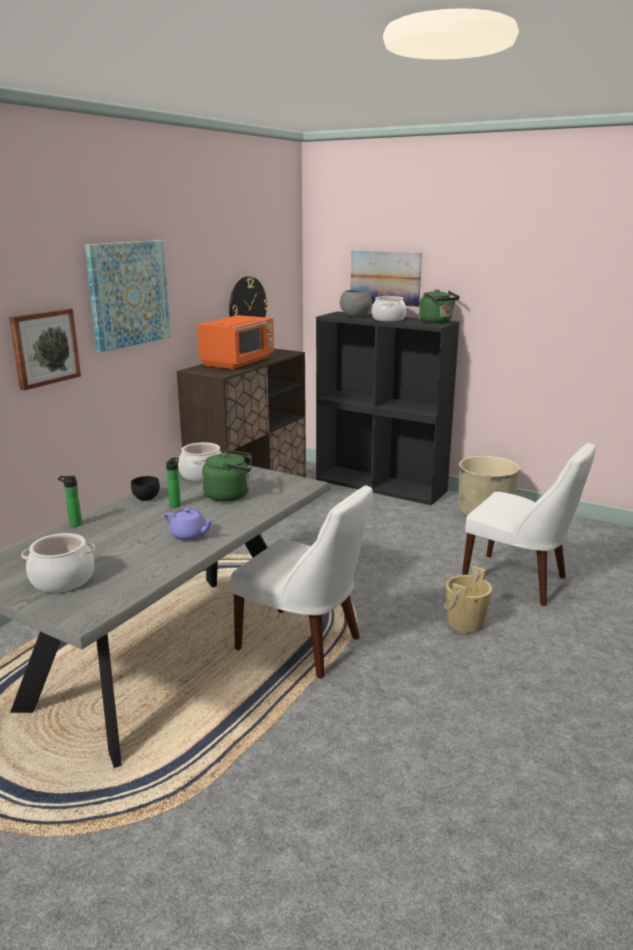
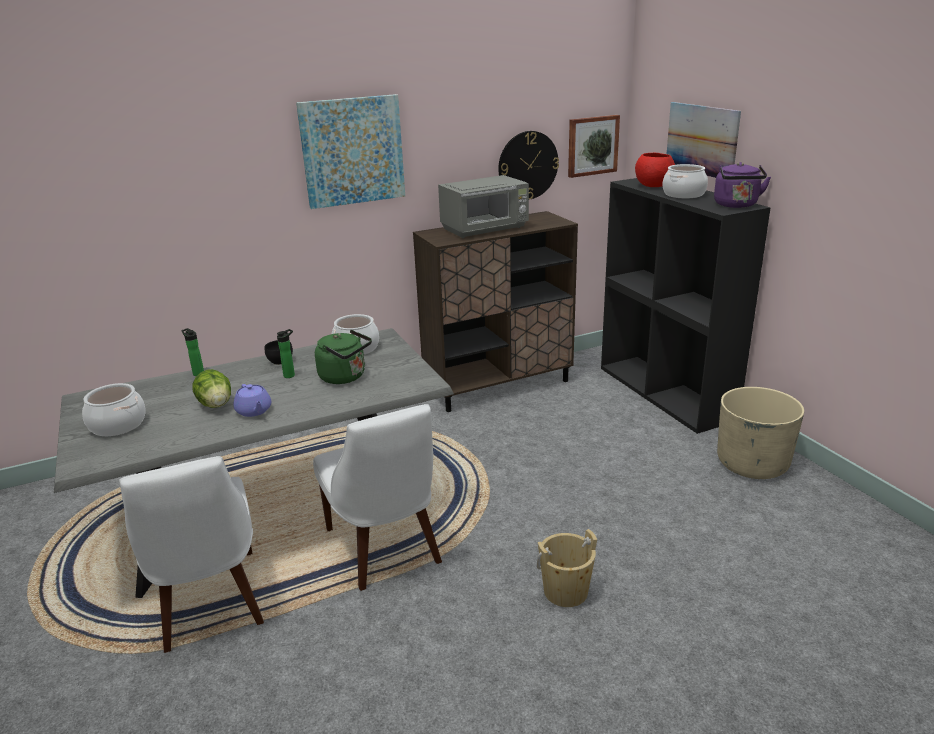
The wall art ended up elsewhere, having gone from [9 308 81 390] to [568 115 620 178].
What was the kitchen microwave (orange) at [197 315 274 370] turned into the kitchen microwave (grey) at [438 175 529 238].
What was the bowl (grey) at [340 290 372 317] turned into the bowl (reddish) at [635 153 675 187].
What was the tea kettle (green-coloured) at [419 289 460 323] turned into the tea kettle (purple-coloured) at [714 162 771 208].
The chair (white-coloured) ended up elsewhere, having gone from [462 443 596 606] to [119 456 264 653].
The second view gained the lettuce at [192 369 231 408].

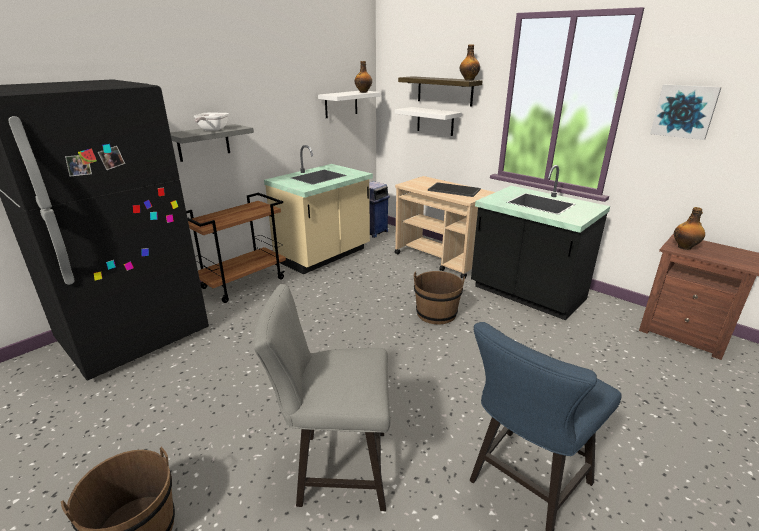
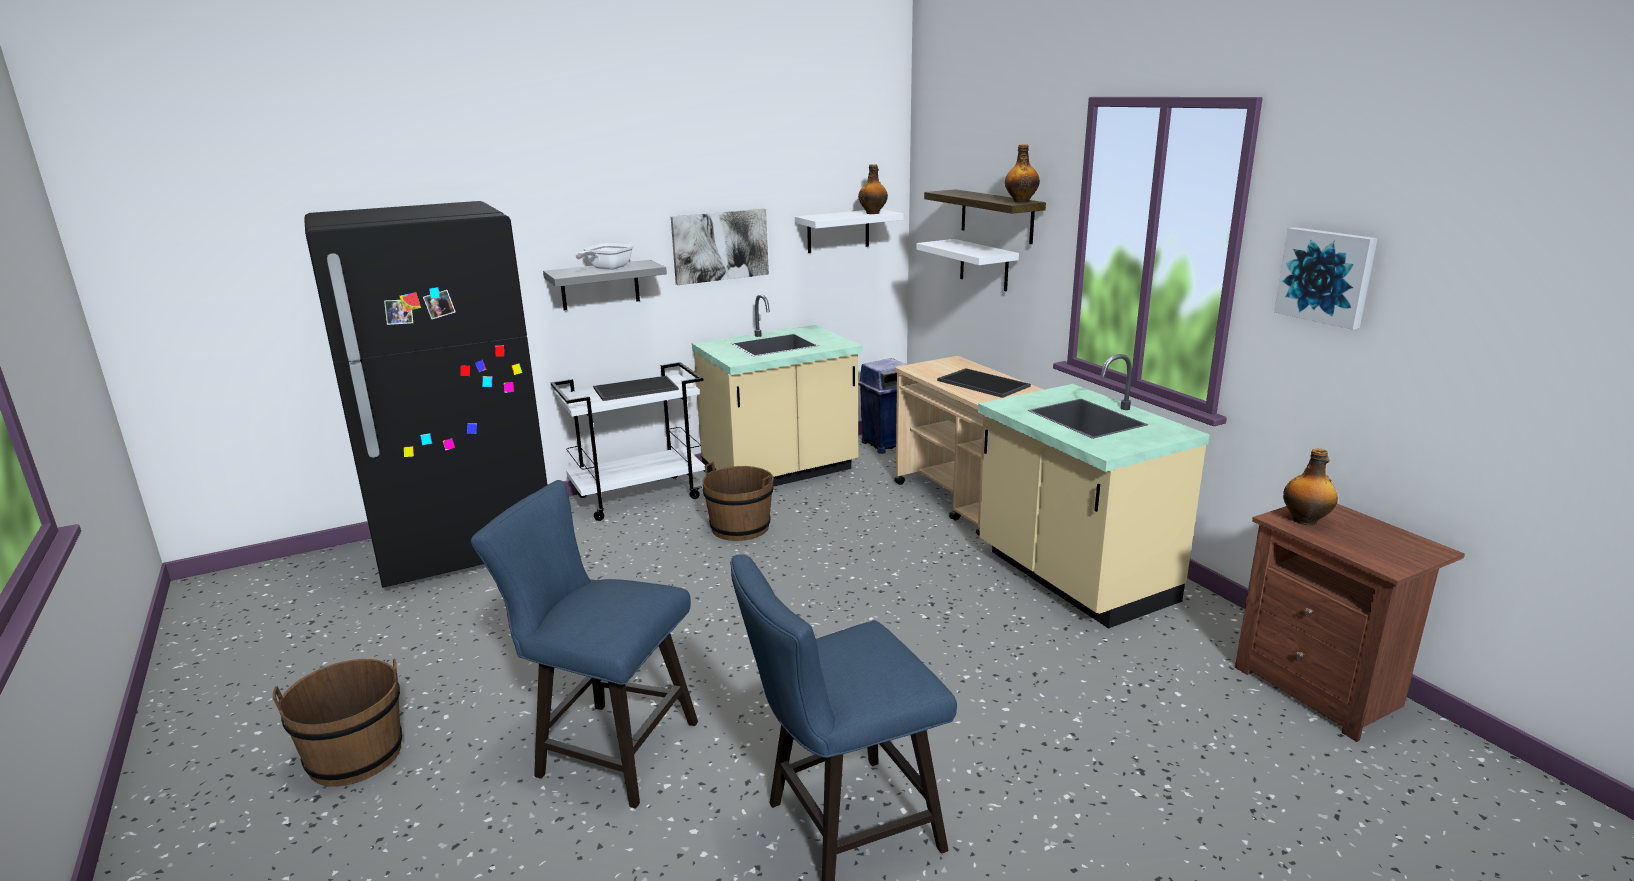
What was the cart (brown) at [186 193 286 303] turned into the cart (white-coloured) at [551 362 705 521].
What was the chair (grey) at [253 284 391 511] turned into the chair (blue) at [471 480 698 809].
The pail (brown) ended up elsewhere, having gone from [414 271 465 324] to [703 462 774 541].
What was the counter (black-coloured) at [471 165 610 320] turned into the counter (beige) at [978 354 1209 629].
The second view gained the carrying tray at [593 376 679 401].
The second view gained the wall art at [671 209 769 285].

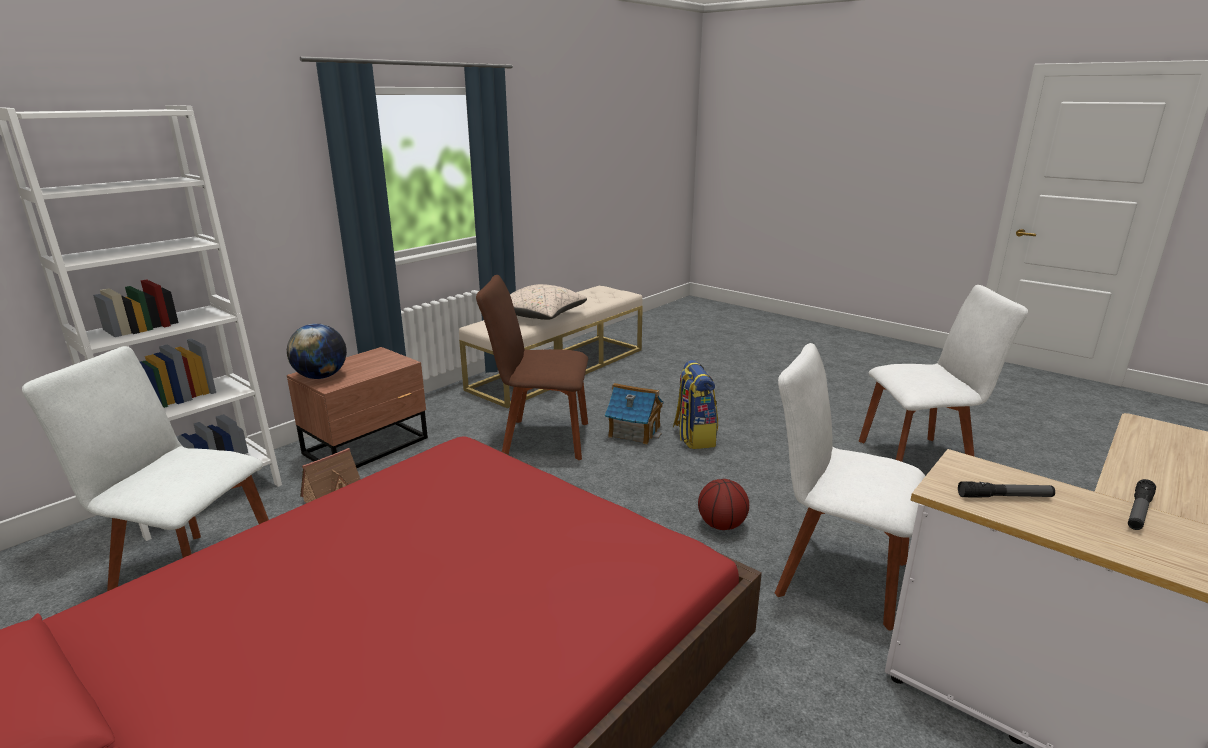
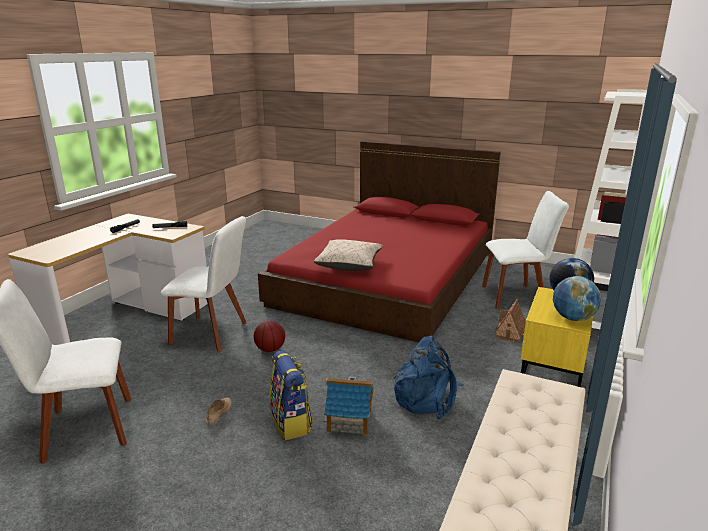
What was the night table (brown) at [287 347 428 468] turned into the night table (yellow) at [521 287 593 387].
Where the chair (brown) stood at [476 275 588 460], the rucksack (blue) came to stand at [394 336 463 419].
The throw pillow (beige) ended up elsewhere, having gone from [510 284 587 320] to [314 239 383 271].
The second view gained the item of footwear (beige) at [205 397 232 424].
The second view gained the desk globe at [553 276 601 321].

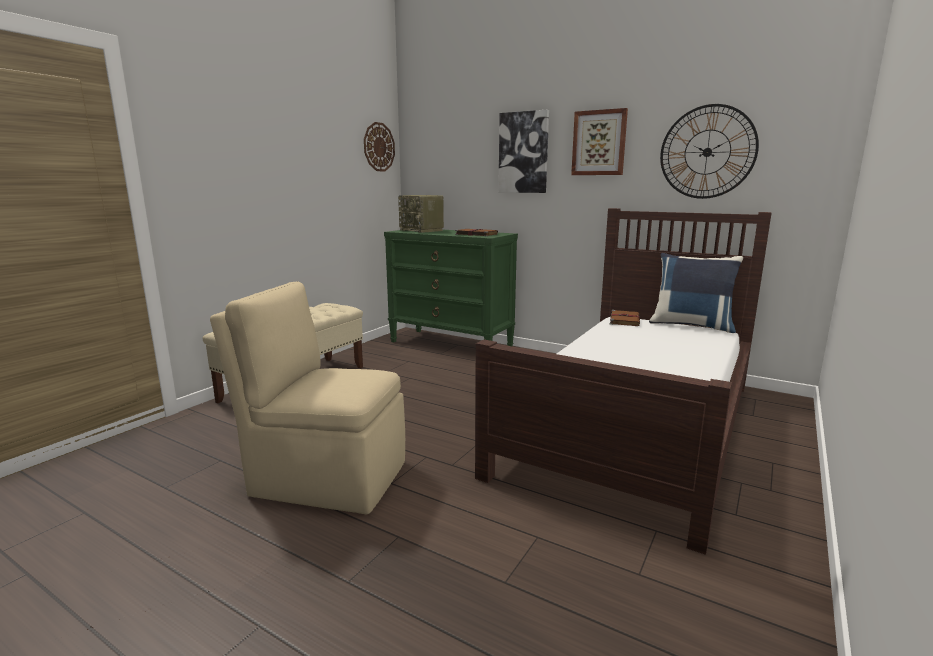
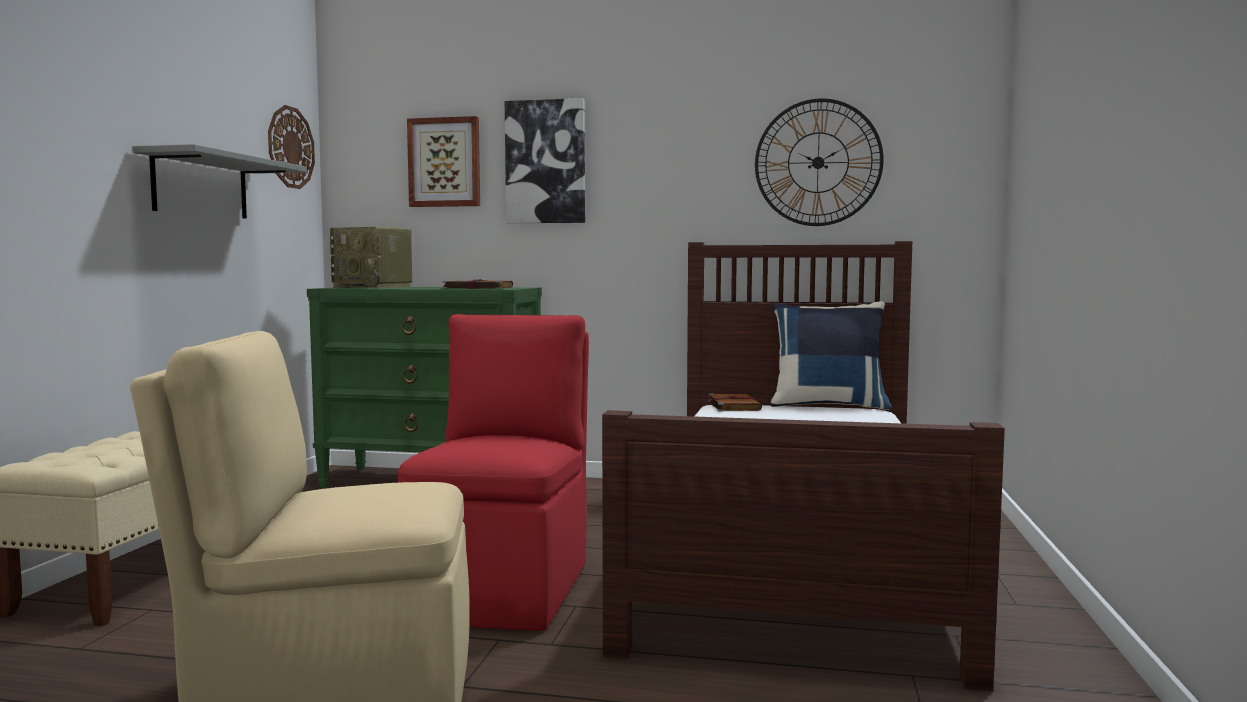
The wall art ended up elsewhere, having gone from [571 108 628 175] to [407 116 480 207].
The second view gained the wall shelf (grey) at [132 144 307 219].
The second view gained the chair (reddish) at [398 314 589 631].

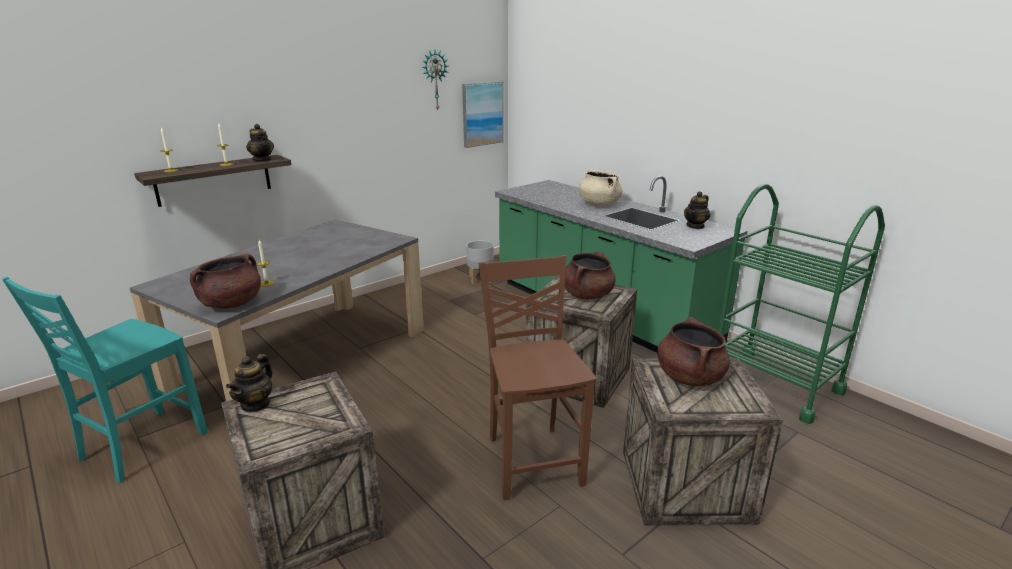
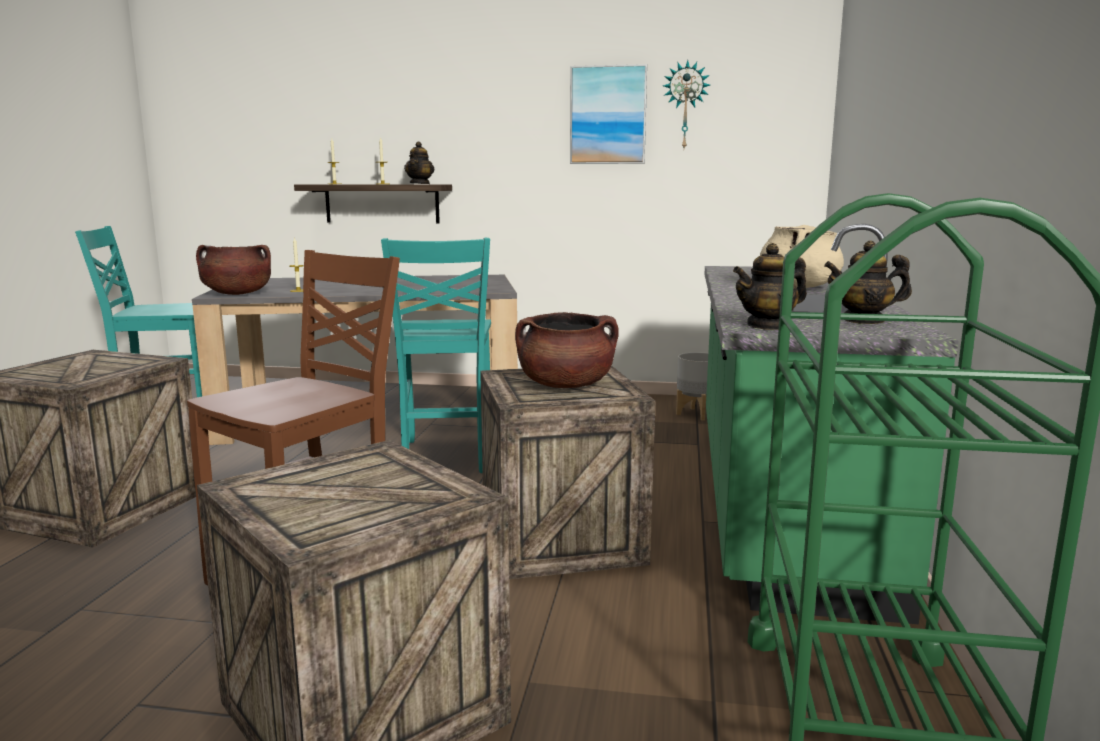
The teapot ended up elsewhere, having gone from [226 354 272 413] to [733 243 807 330].
The wall art ended up elsewhere, having gone from [462 81 504 148] to [570 64 647 164].
The second view lost the cooking pot (brown) at [657 317 730 386].
The second view gained the chair (turquoise-coloured) at [381 238 491 473].

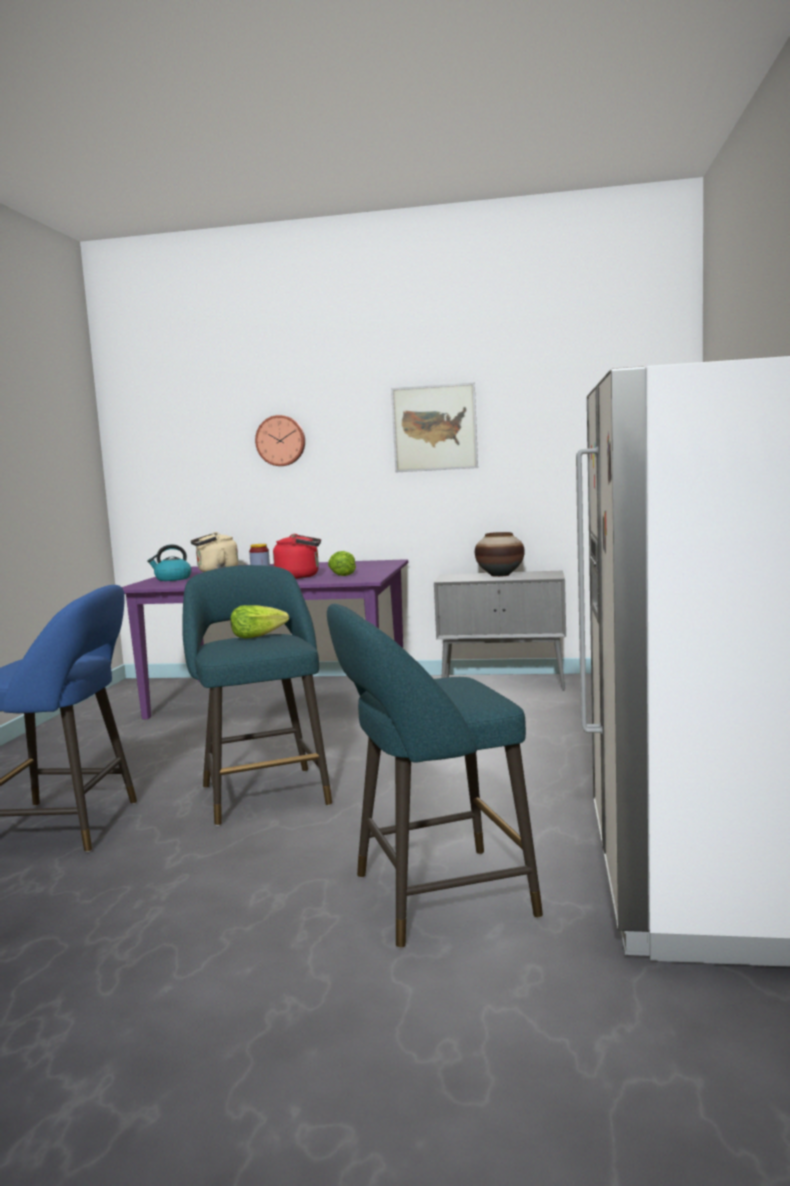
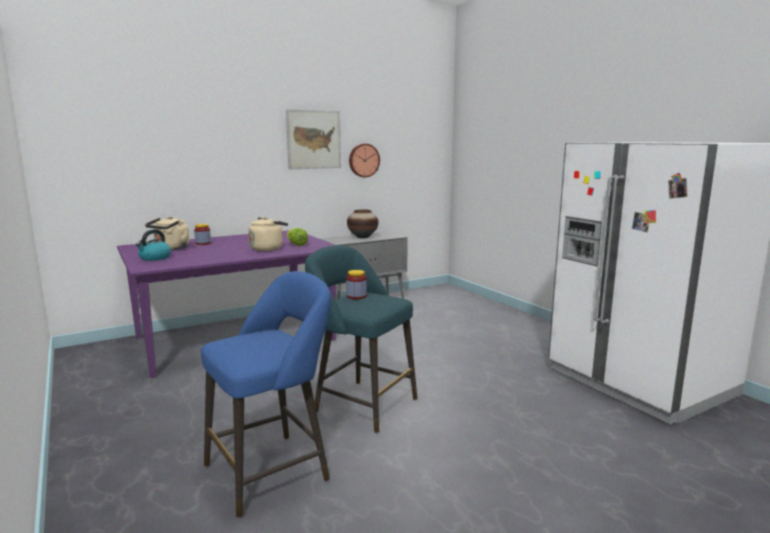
Where the lettuce stood at [230 605 289 639], the preserve jar came to stand at [346 270 367 299].
The hanging clock ended up elsewhere, having gone from [255 415 305 466] to [349 144 380 177].
What was the tea kettle (reddish) at [273 534 321 579] turned into the tea kettle (beige) at [248 217 288 251].
The second view lost the stool (turquoise-coloured) at [327 603 543 949].

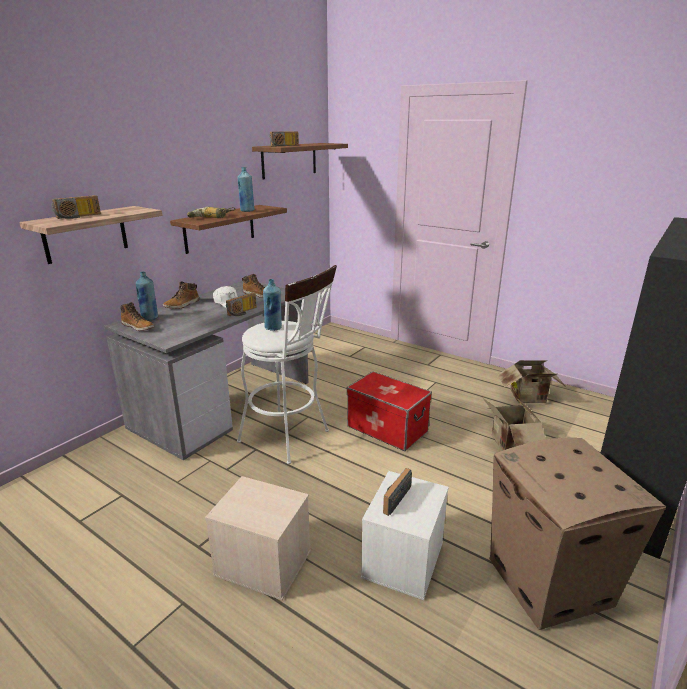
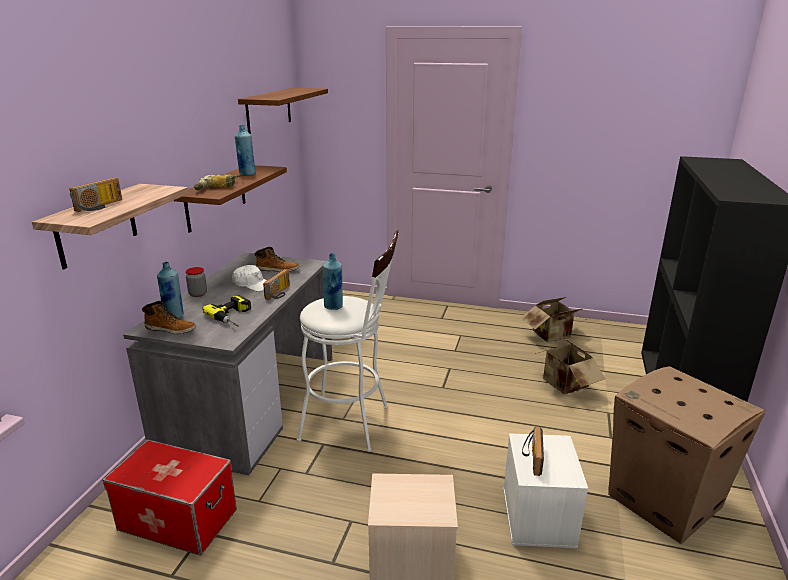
Where the boot stood at [163 282 199 309], the preserve jar came to stand at [186 267 207 297].
The second view lost the radio at [269 131 299 146].
The storage box ended up elsewhere, having gone from [347 371 432 451] to [103 440 237 555].
The second view gained the electric drill at [203 295 251 327].

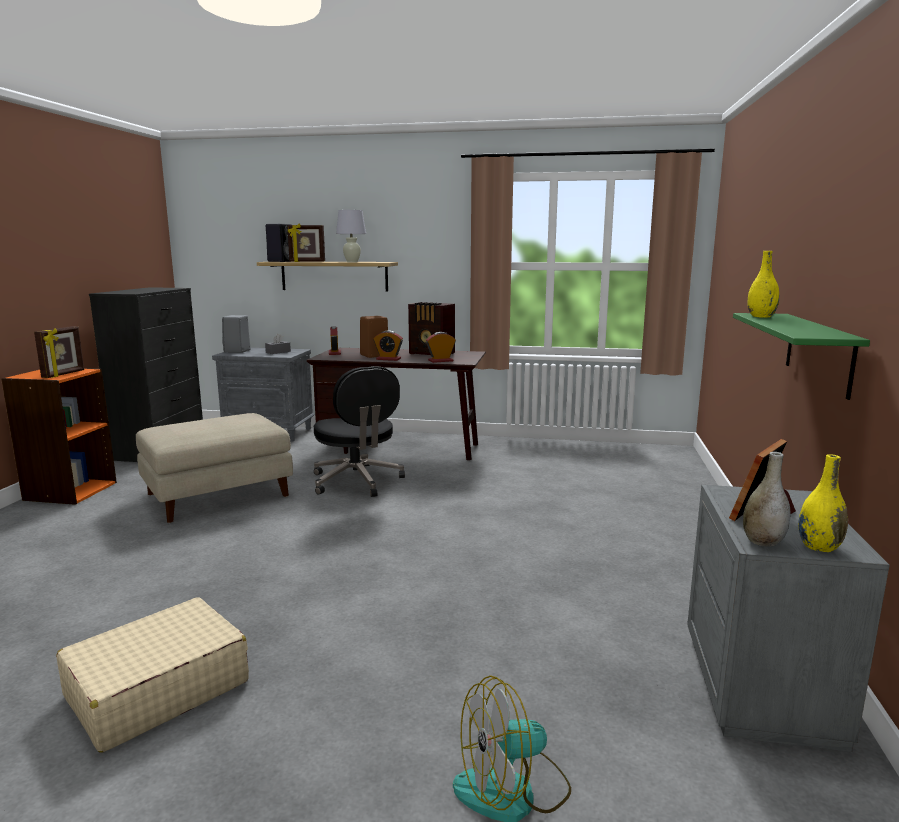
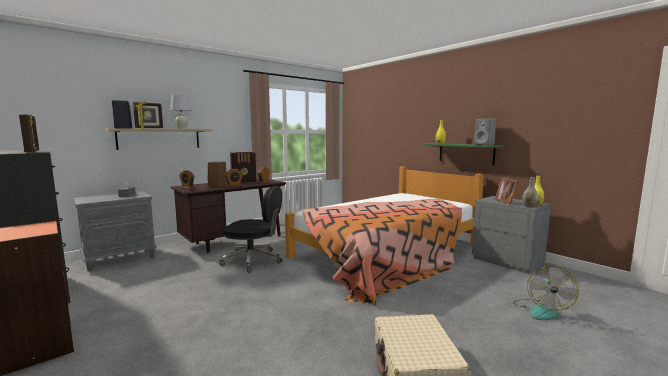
The photo frame ended up elsewhere, having gone from [34 326 84 378] to [19 114 39 152].
The second view lost the footrest (beige) at [136 413 293 523].
The loudspeaker (grey) ended up elsewhere, having gone from [222 315 250 353] to [474 119 496 145].
The second view gained the bed at [285 166 484 306].

